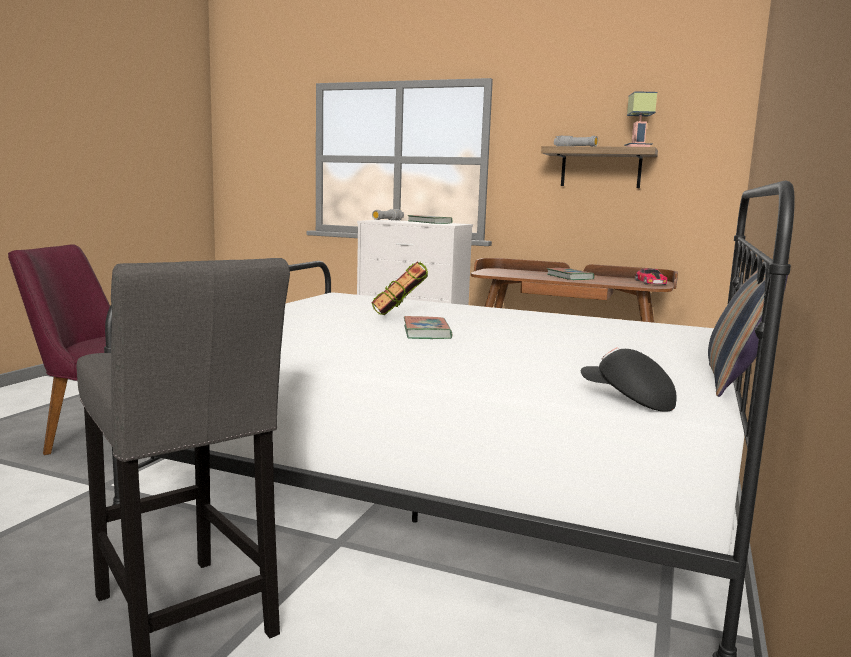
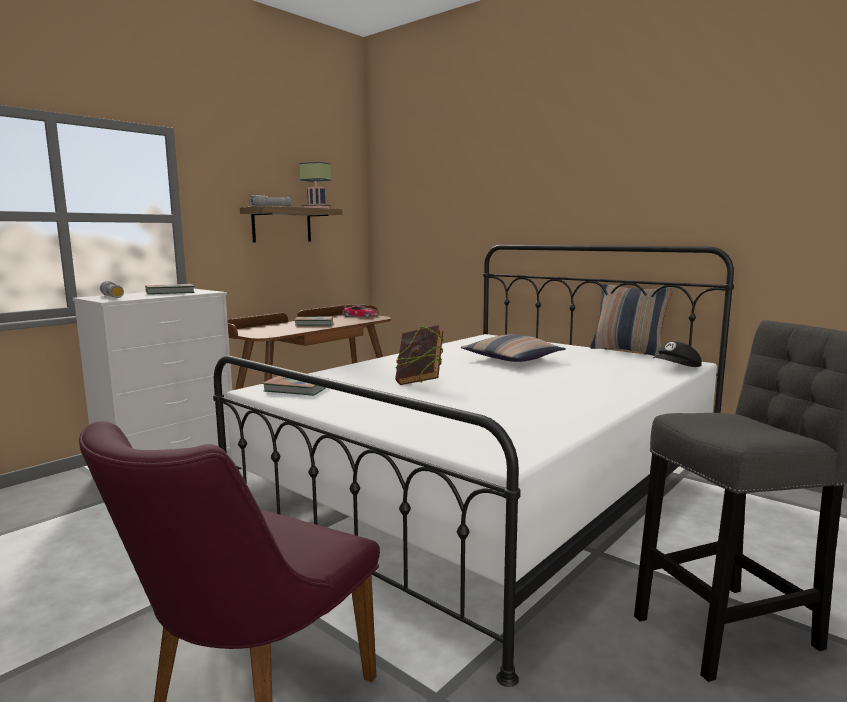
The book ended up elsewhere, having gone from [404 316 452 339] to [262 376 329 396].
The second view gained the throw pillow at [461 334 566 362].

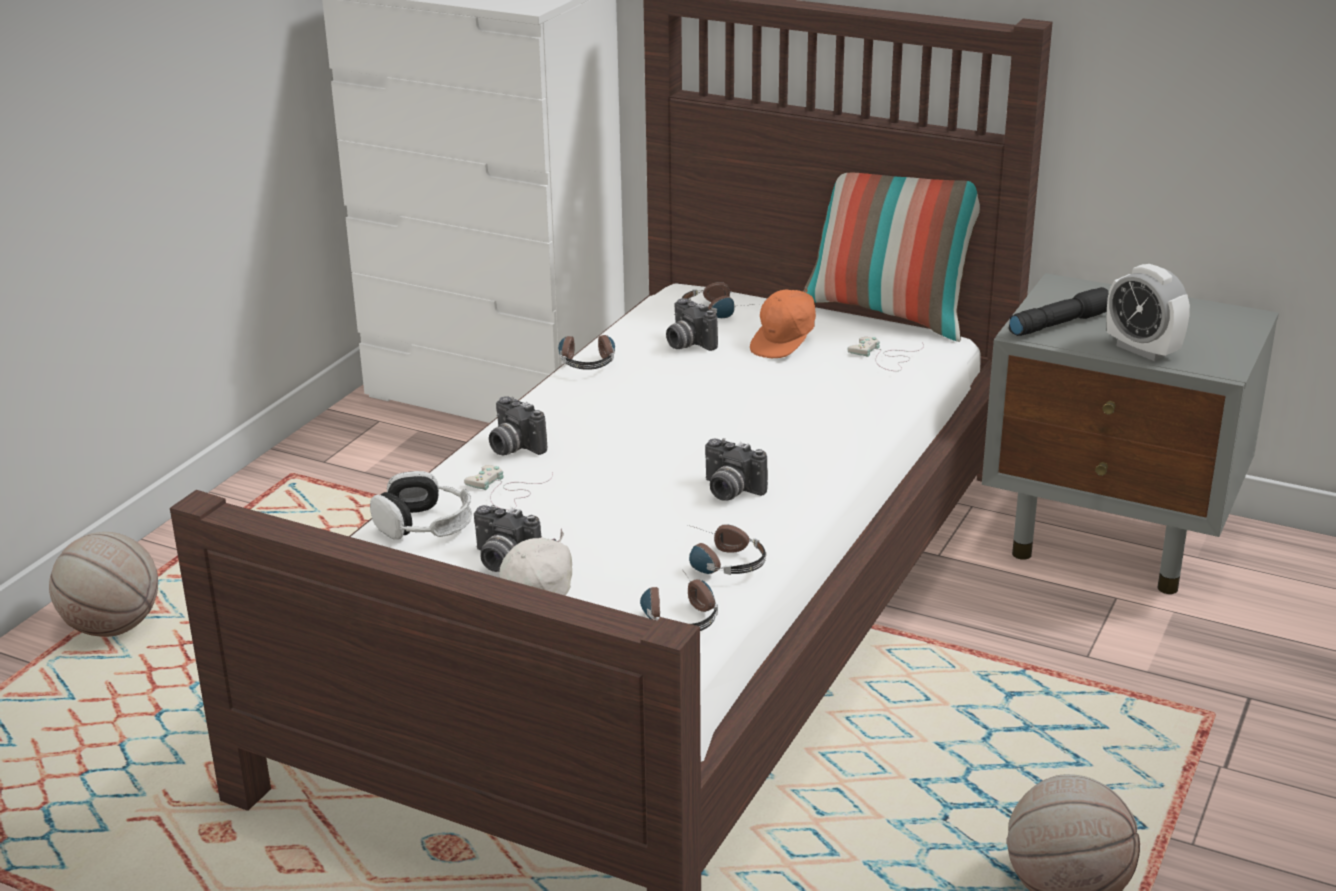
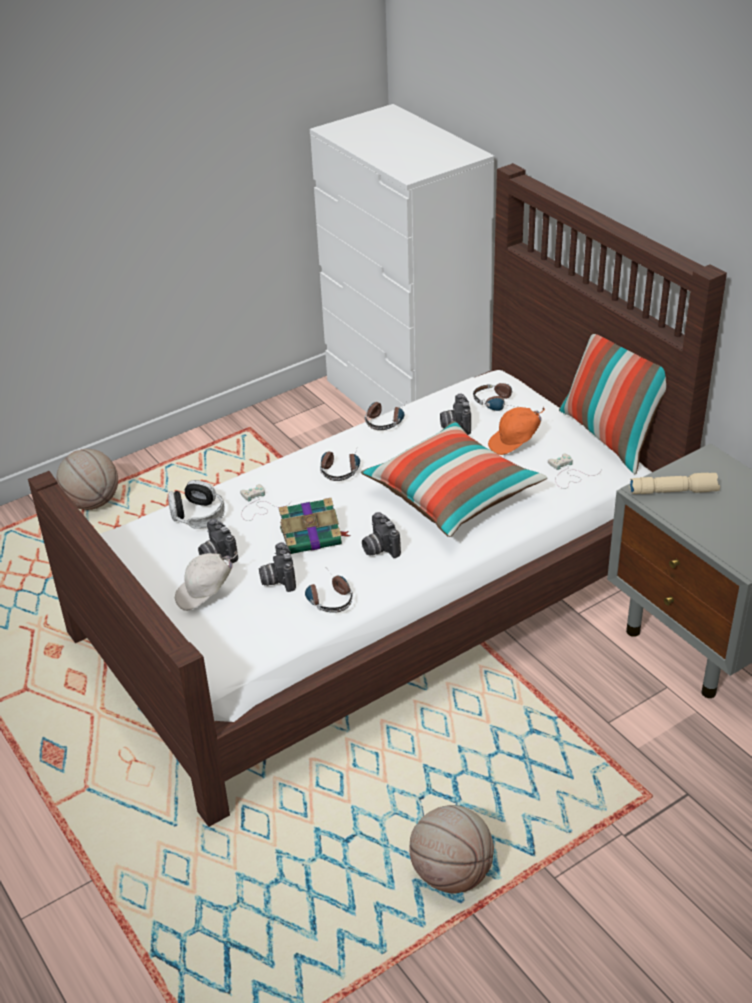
The still camera ended up elsewhere, having gone from [489 396 547 455] to [259 542 296 592].
The headphones ended up elsewhere, having gone from [640 572 718 631] to [320 449 360 481].
What was the flashlight (black-coloured) at [1009 287 1109 336] turned into the flashlight (beige) at [629 473 720 494].
The second view lost the table clock at [1107 264 1190 361].
The second view gained the book at [279 498 351 554].
The second view gained the throw pillow at [361 421 547 537].

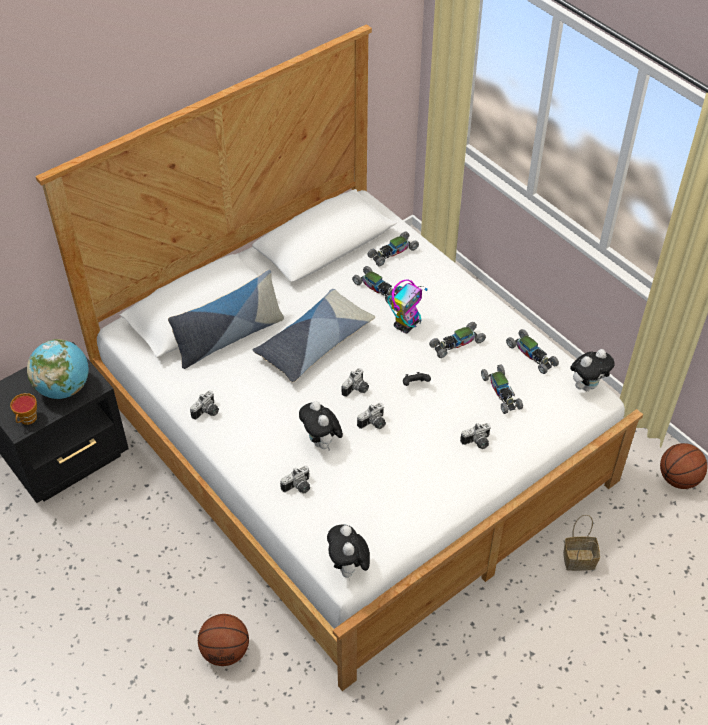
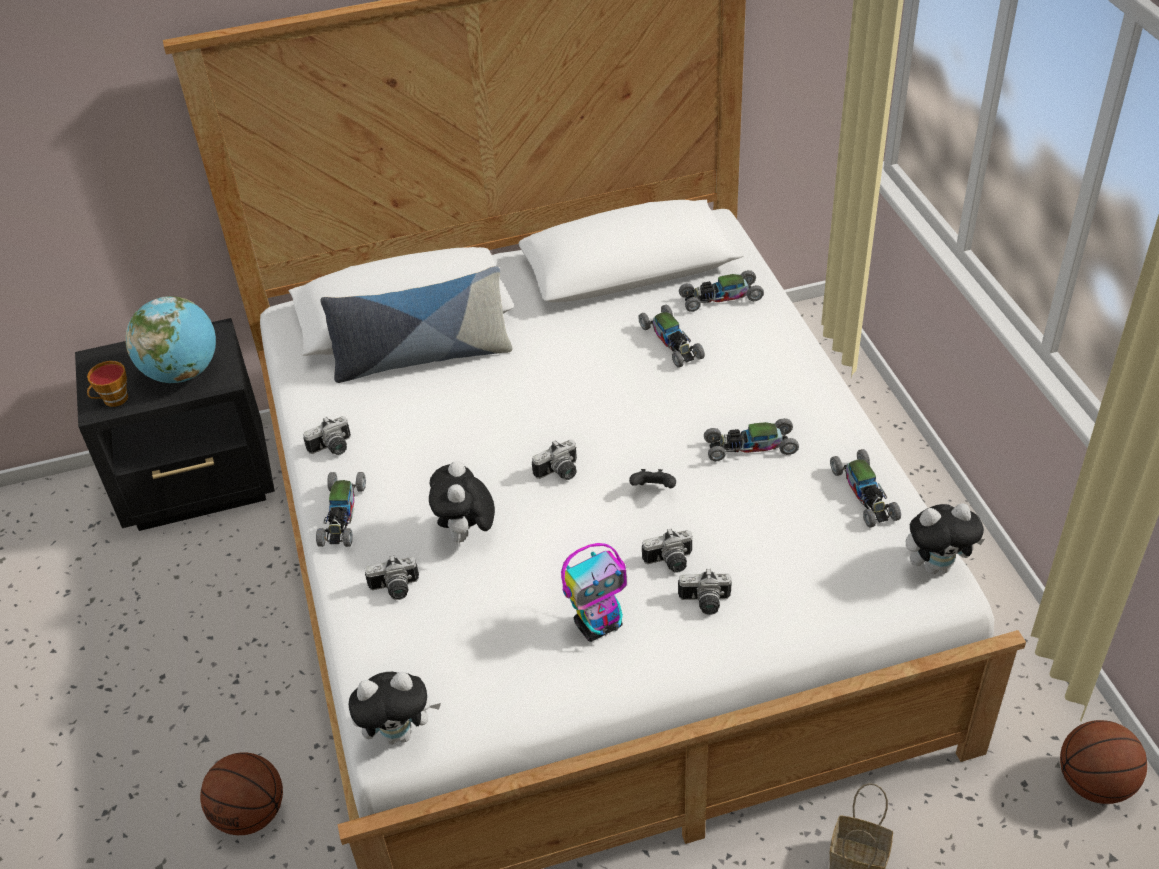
The second view lost the throw pillow at [253 289 375 382].
The plush toy at [327 525 370 578] ended up facing another way, 120 degrees counterclockwise from before.
The still camera ended up elsewhere, having gone from [357 403 386 429] to [642 529 692 573].
The robot figure ended up elsewhere, having gone from [387 280 428 333] to [561 543 627 642].
The model car ended up elsewhere, having gone from [481 364 523 414] to [316 472 366 547].

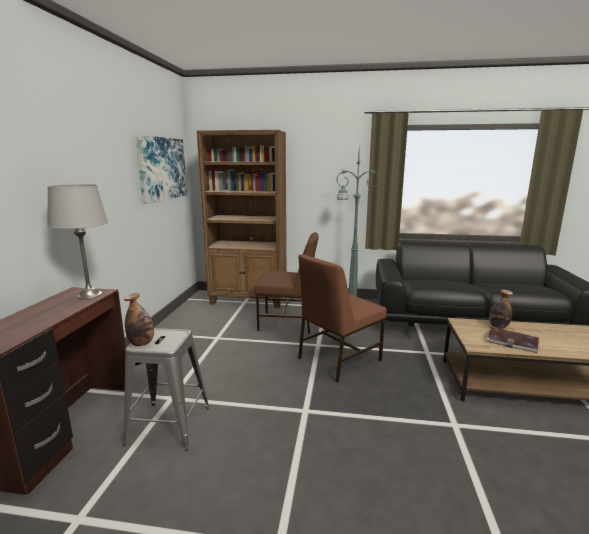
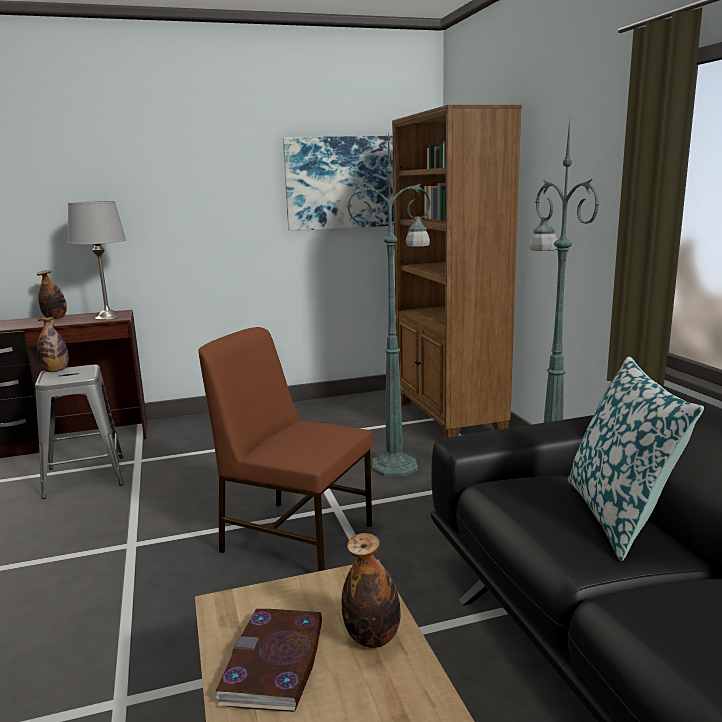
Where the chair (brown) stood at [255 232 319 334], the standing lamp (green-coloured) came to stand at [347 130 431 477].
The second view gained the drink bottle at [37 270 67 319].
The second view gained the throw pillow at [568 356 704 561].

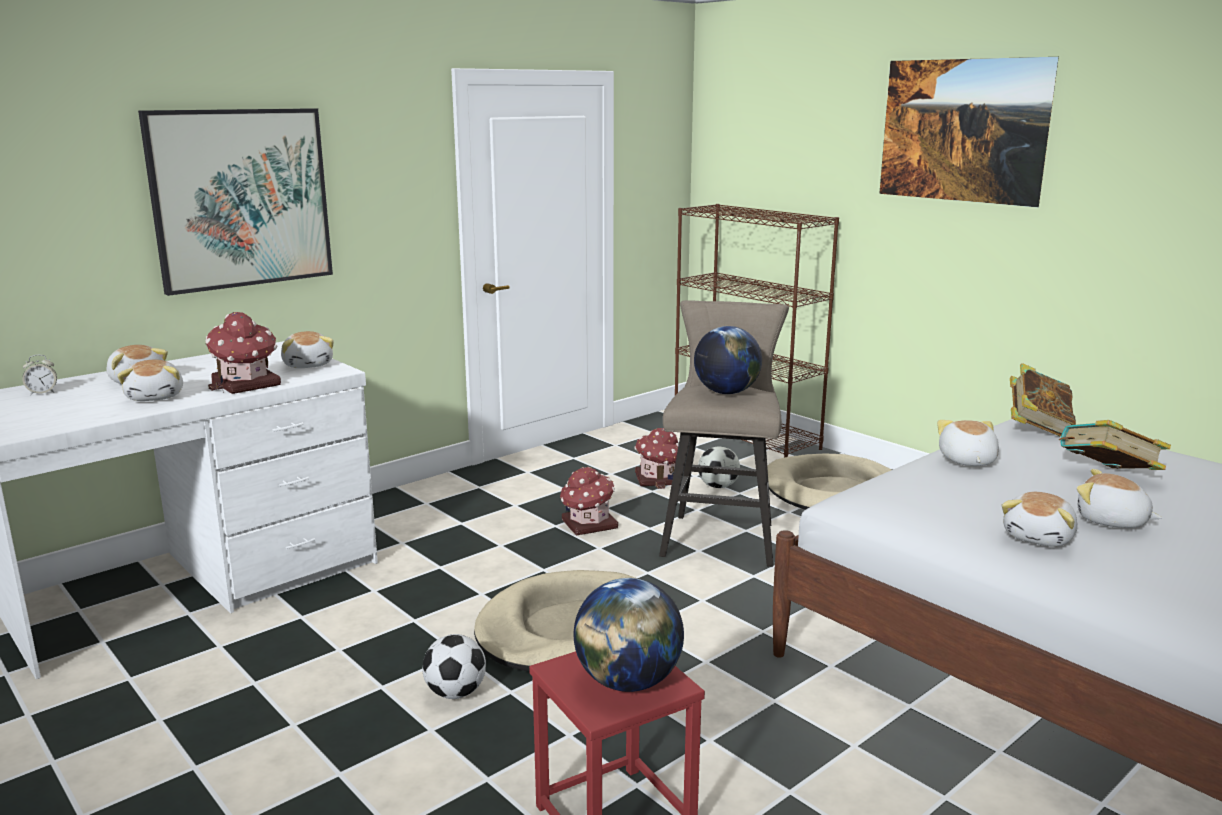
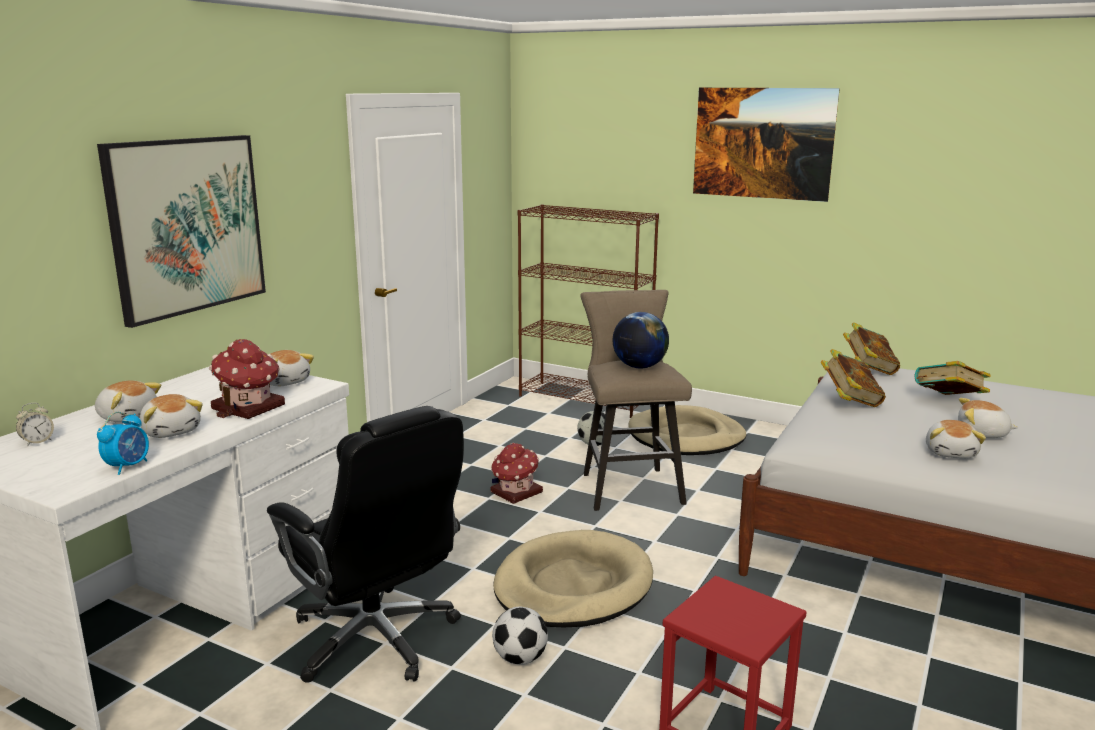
The second view lost the desk globe at [574 578 684 692].
The second view lost the miniature house at [635 428 679 489].
Where the plush toy stood at [937 420 999 466], the book came to stand at [821 349 886 407].
The second view gained the table clock at [97 412 149 475].
The second view gained the office chair (black-coloured) at [267 406 464 683].

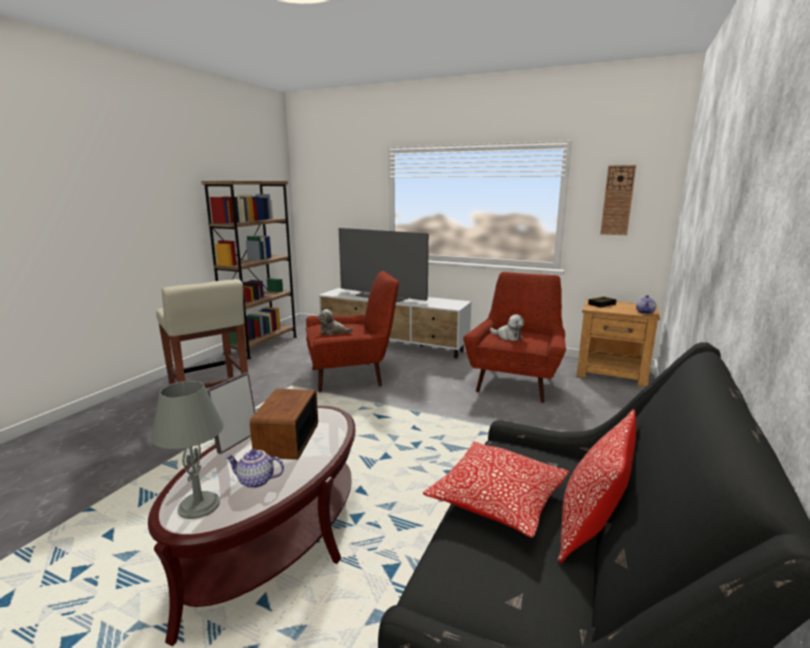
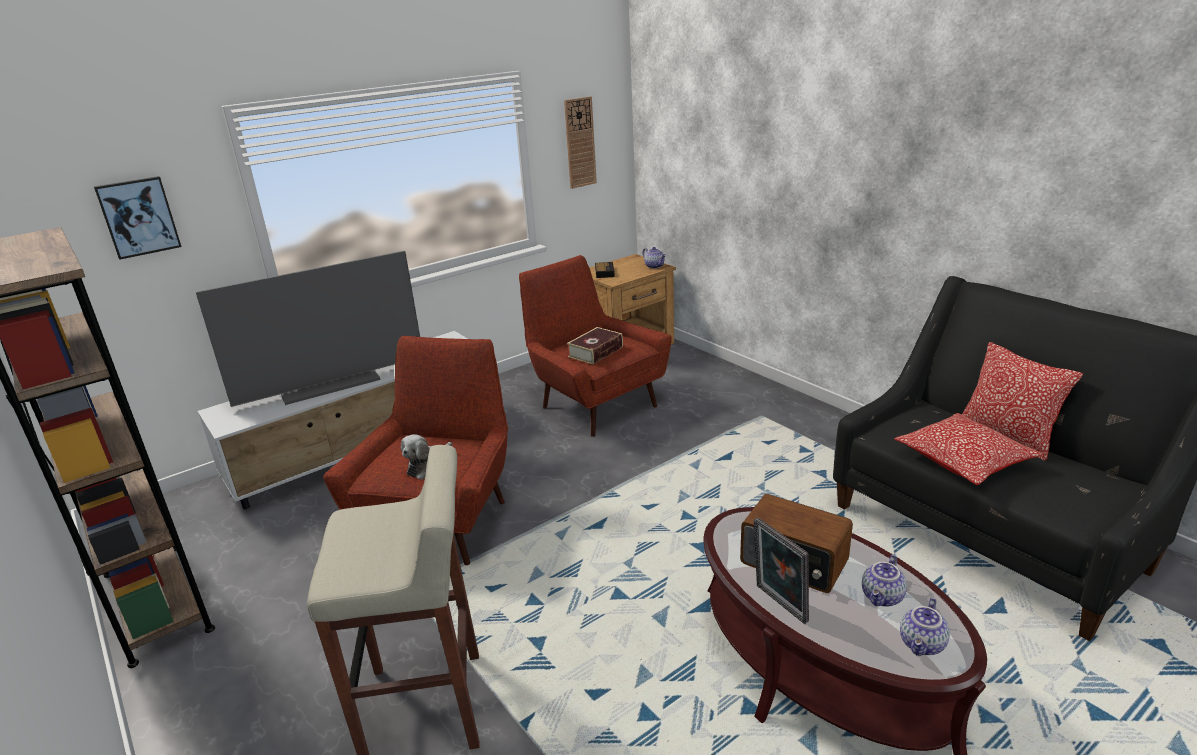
Where the tabletop lamp (grey) stood at [151 381 224 519], the teapot came to stand at [900 598 950 656].
Where the plush toy stood at [490 314 524 341], the book came to stand at [567 327 623 364].
The second view gained the wall art at [94 176 181 260].

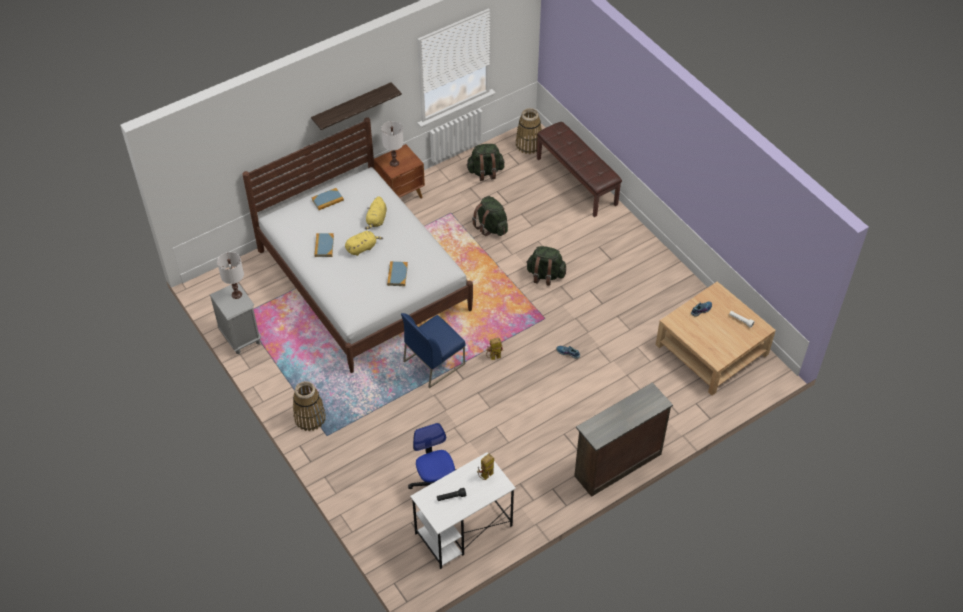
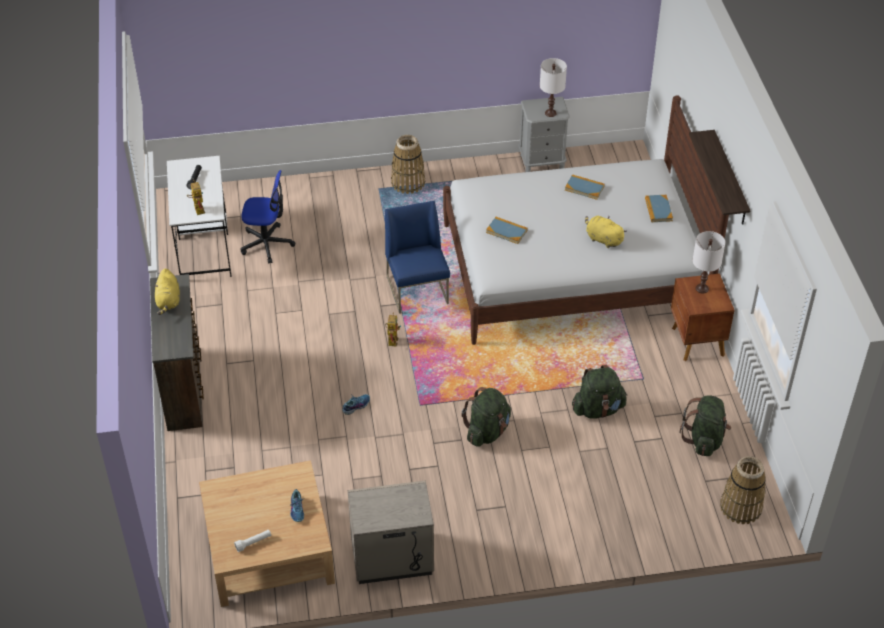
The plush toy (yellow) ended up elsewhere, having gone from [345 231 383 256] to [153 269 180 315].
The second view lost the indoor bench (brown) at [537 122 622 217].
The second view gained the night table (beige) at [348 481 434 584].

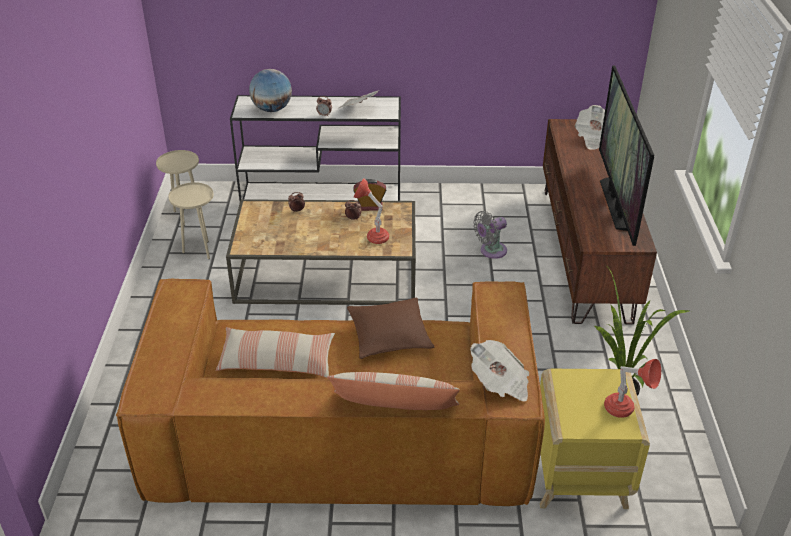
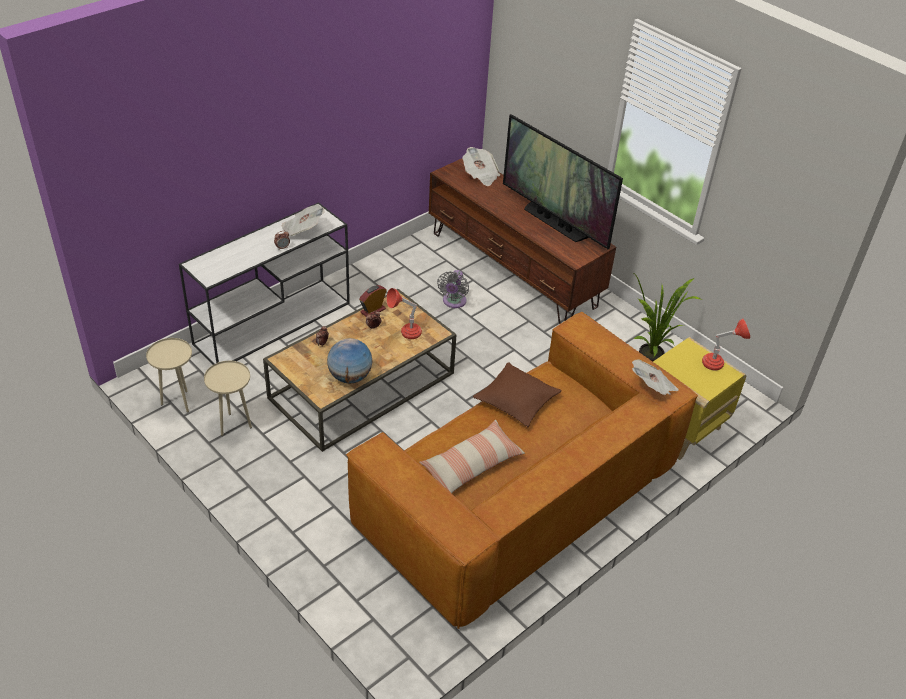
The desk globe ended up elsewhere, having gone from [249 69 292 112] to [327 338 372 383].
The second view lost the throw pillow at [327 372 460 410].

